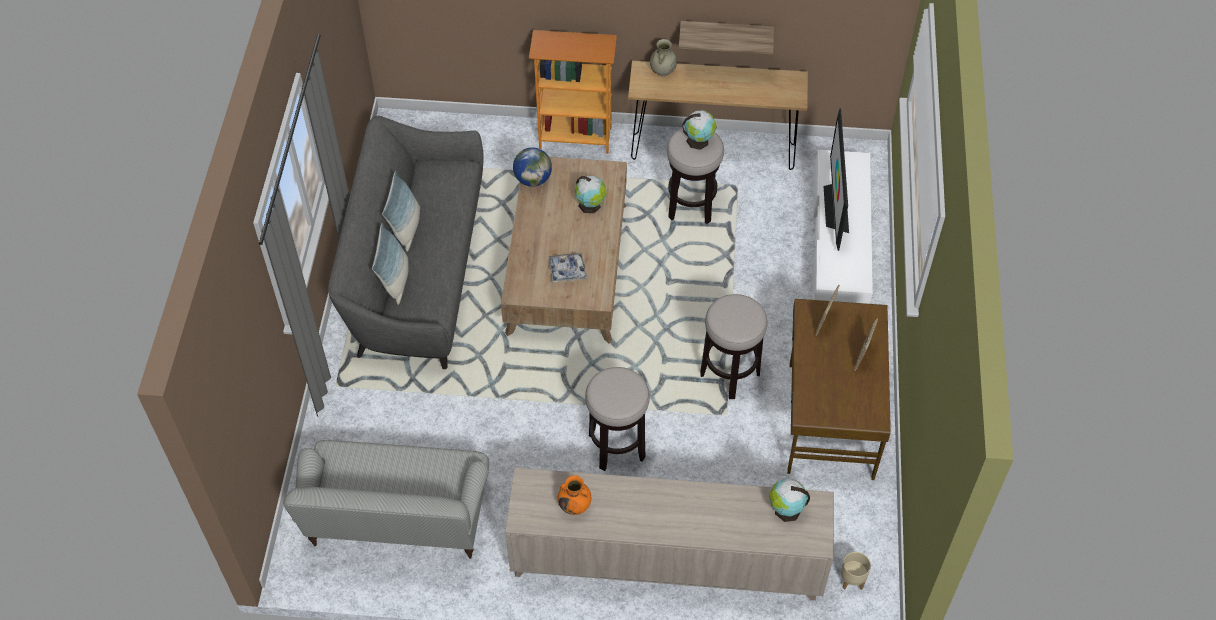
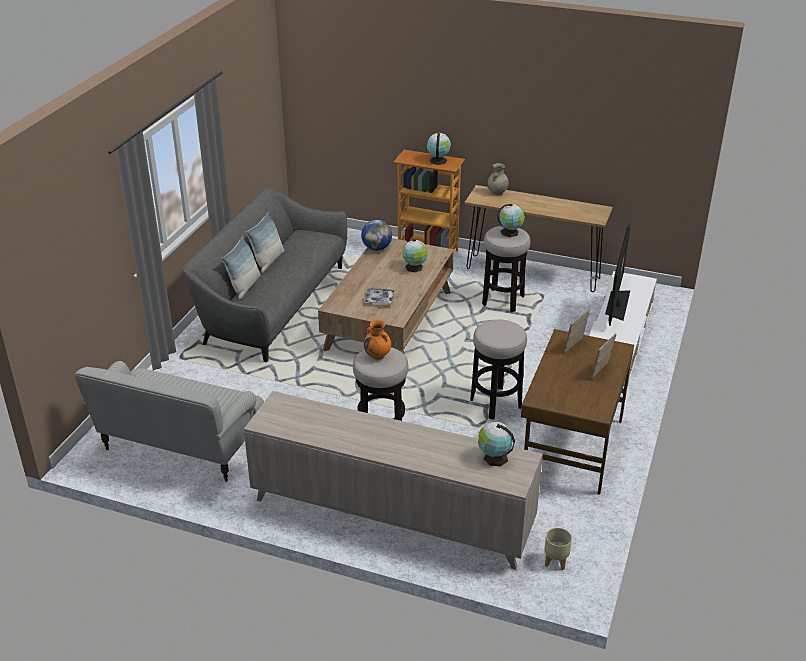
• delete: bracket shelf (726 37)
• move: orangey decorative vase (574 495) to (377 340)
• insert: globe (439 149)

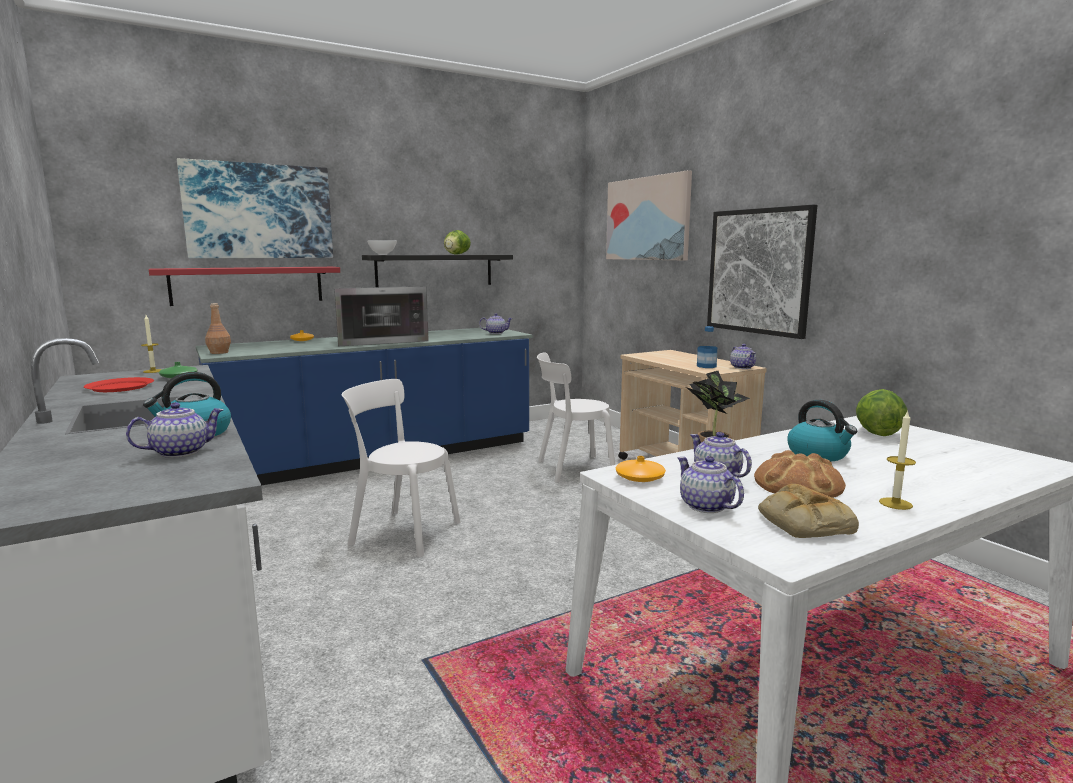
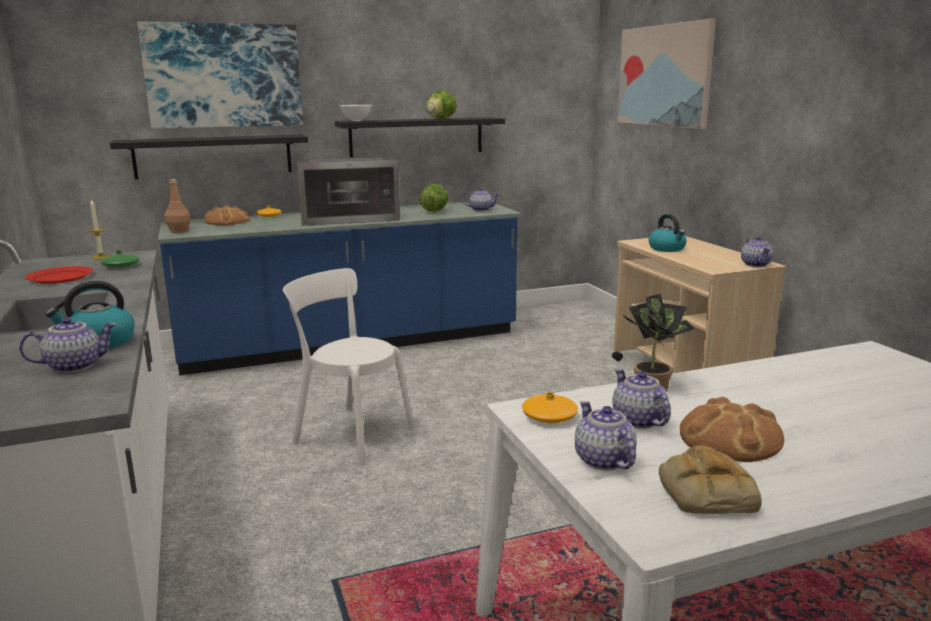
• delete: picture (762 272)
• recolor: red bracket shelf (244 286) to black-coloured bracket shelf (209 157)
• delete: drink bottle (707 347)
• delete: whitish chair (576 417)
• move: lettuce (881 412) to (434 198)
• move: water kettle (822 430) to (668 233)
• delete: candle (897 460)
• insert: baked bread (227 215)

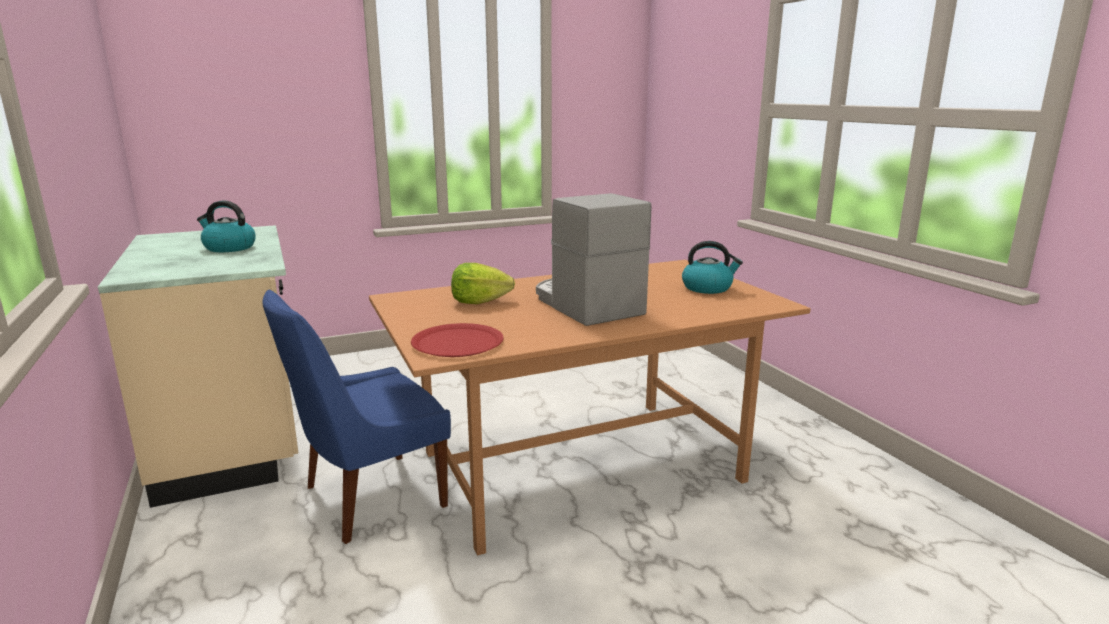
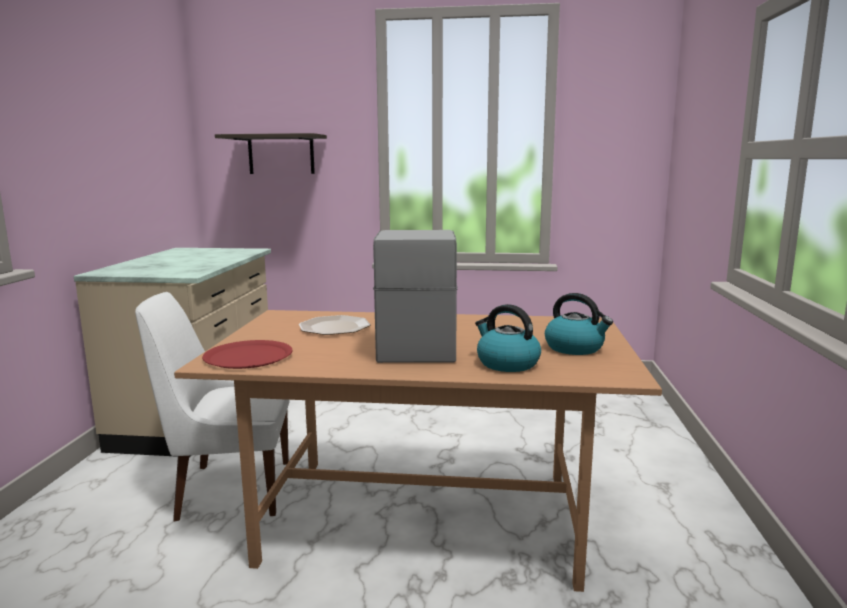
• move: water kettle (226 226) to (508 338)
• replace: lettuce (483 283) to plate (335 325)
• recolor: bluish chair (356 416) to whitish chair (212 406)
• insert: bracket shelf (271 153)

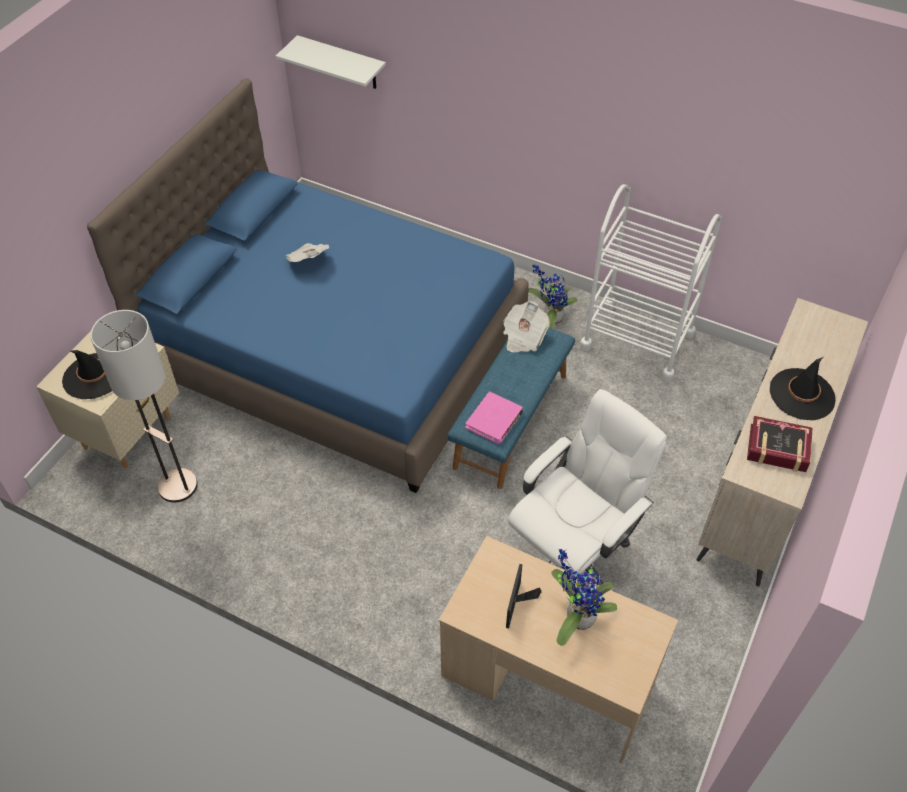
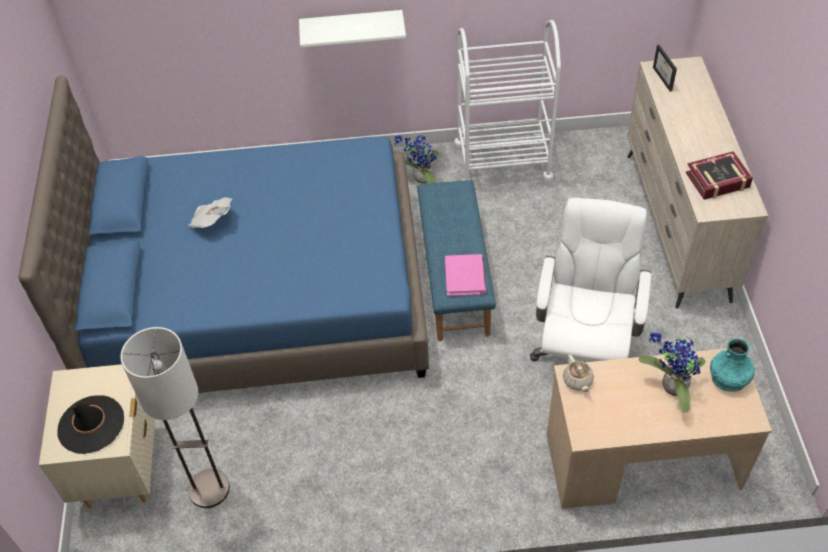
• move: whitish bracket shelf (331 62) to (352 28)
• delete: printed paper (526 326)
• delete: black-coloured clothing hat (803 388)
• move: photo frame (524 596) to (665 68)
• insert: turquoise decorative vase (732 365)
• insert: beige-coloured tea pot (578 373)

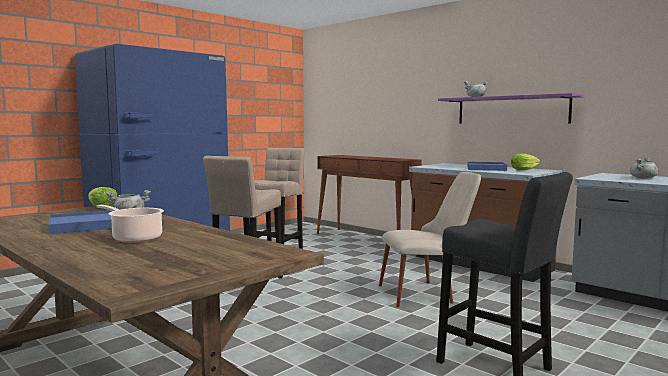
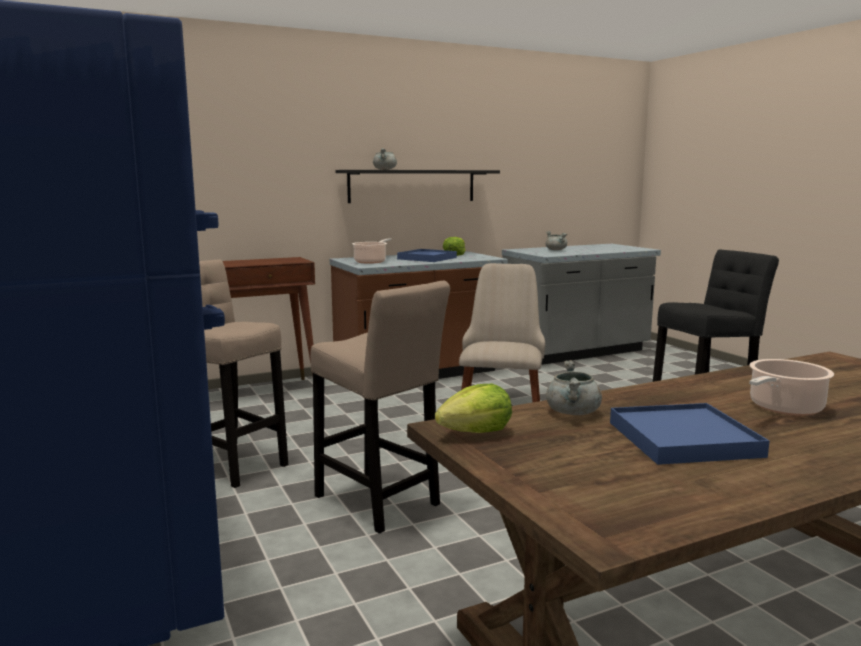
• recolor: purple-coloured bracket shelf (511 108) to black-coloured bracket shelf (417 186)
• insert: cooking pot (371 251)

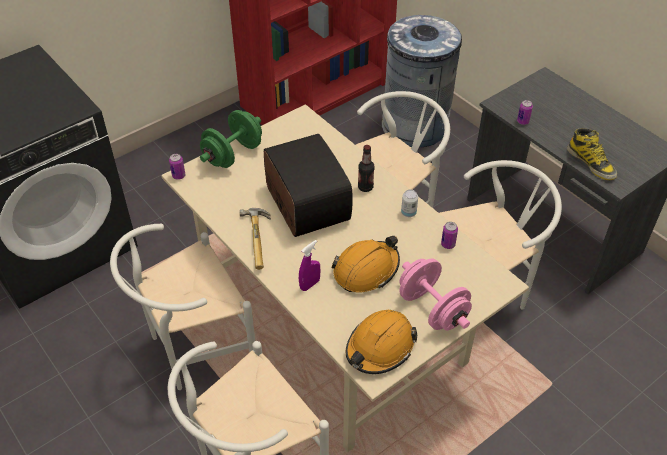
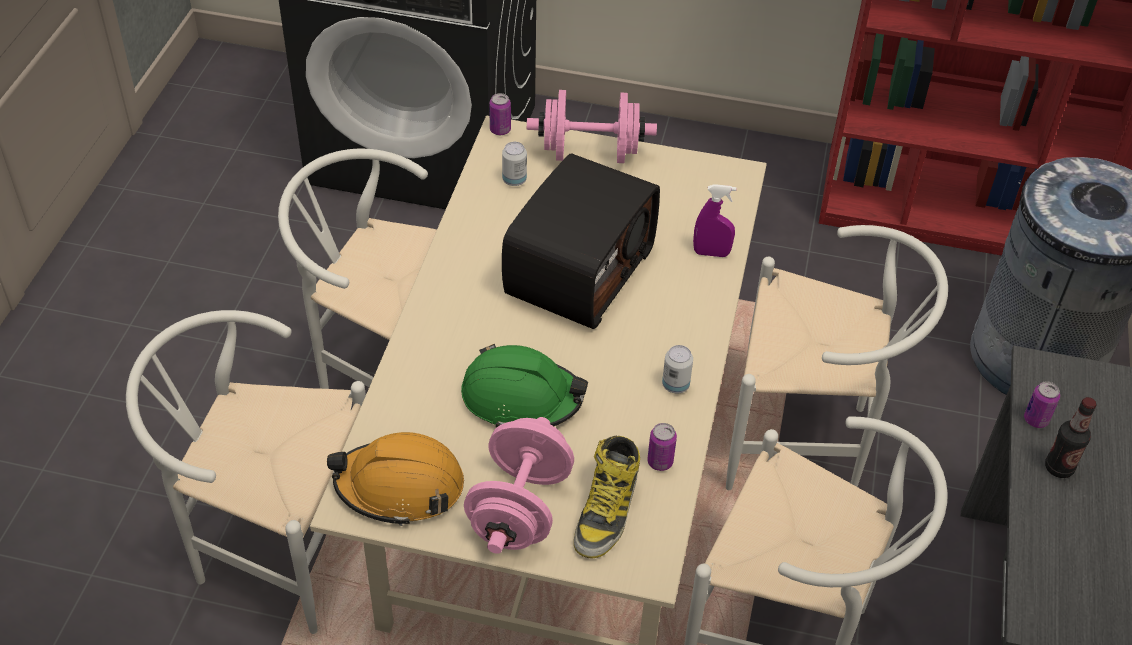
• recolor: green dumbbell (231 139) to pink dumbbell (592 126)
• move: high-top boot (592 154) to (607 497)
• move: drink bottle (366 168) to (1071 437)
• delete: tool hammer (255 239)
• recolor: orangey safety helmet (365 264) to green safety helmet (524 385)
• move: purple-coloured hand sprayer (309 265) to (714 220)
• insert: can (514 164)

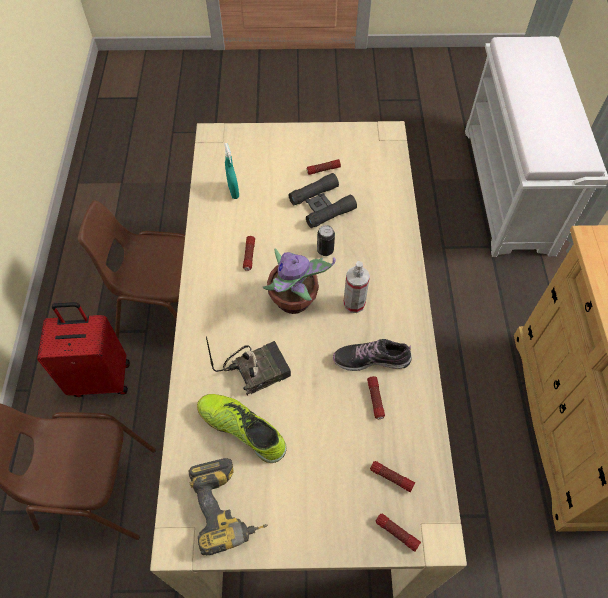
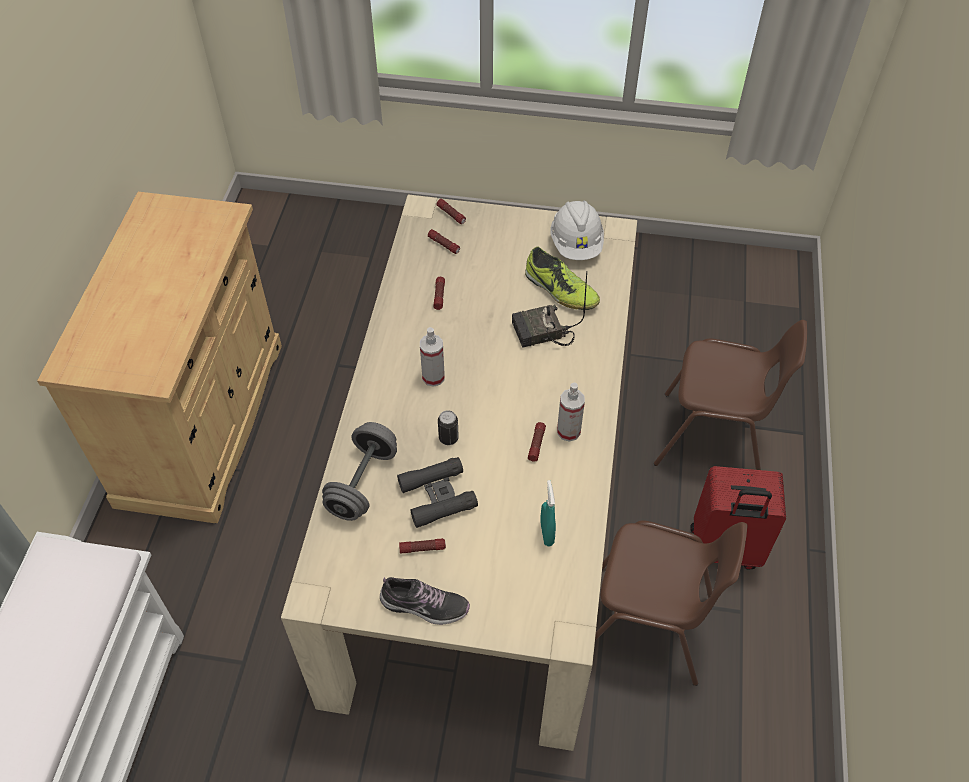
• delete: potted plant (299 281)
• move: shoe (372 355) to (425 601)
• replace: drill (228 506) to whitish safety helmet (577 230)
• insert: hand sprayer (571 412)
• insert: greyish dumbbell (359 471)

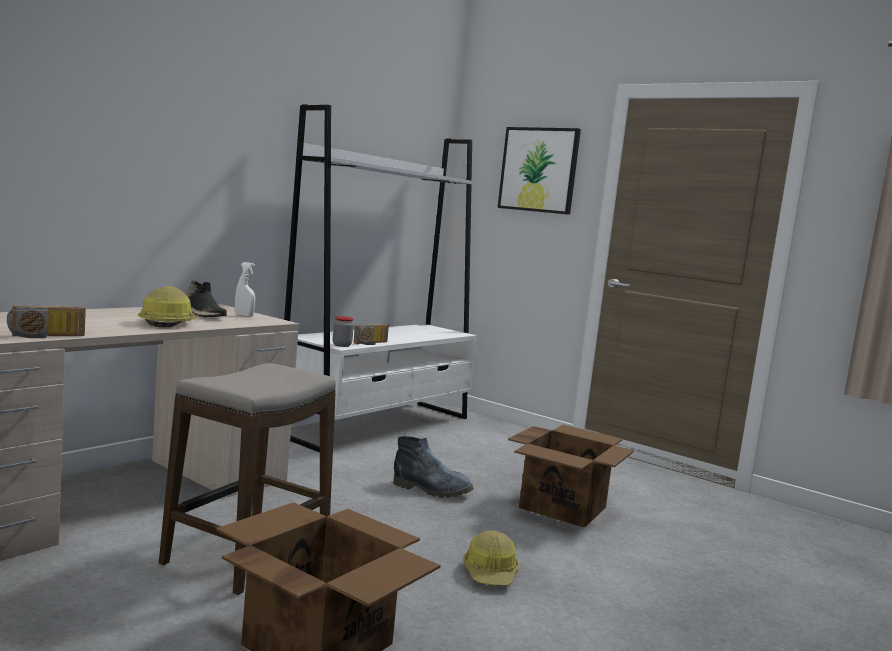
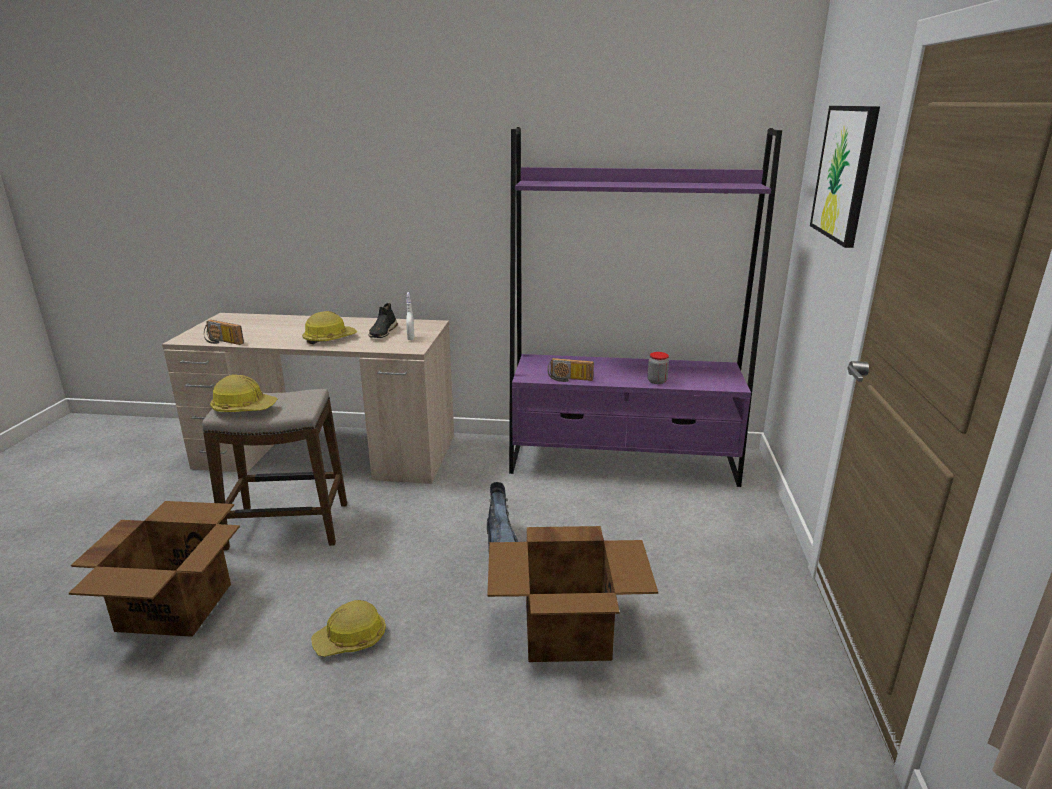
• recolor: whitish bookshelf (380 278) to purple-coloured bookshelf (645 307)
• move: jar (343 331) to (658 368)
• insert: safety helmet (243 393)

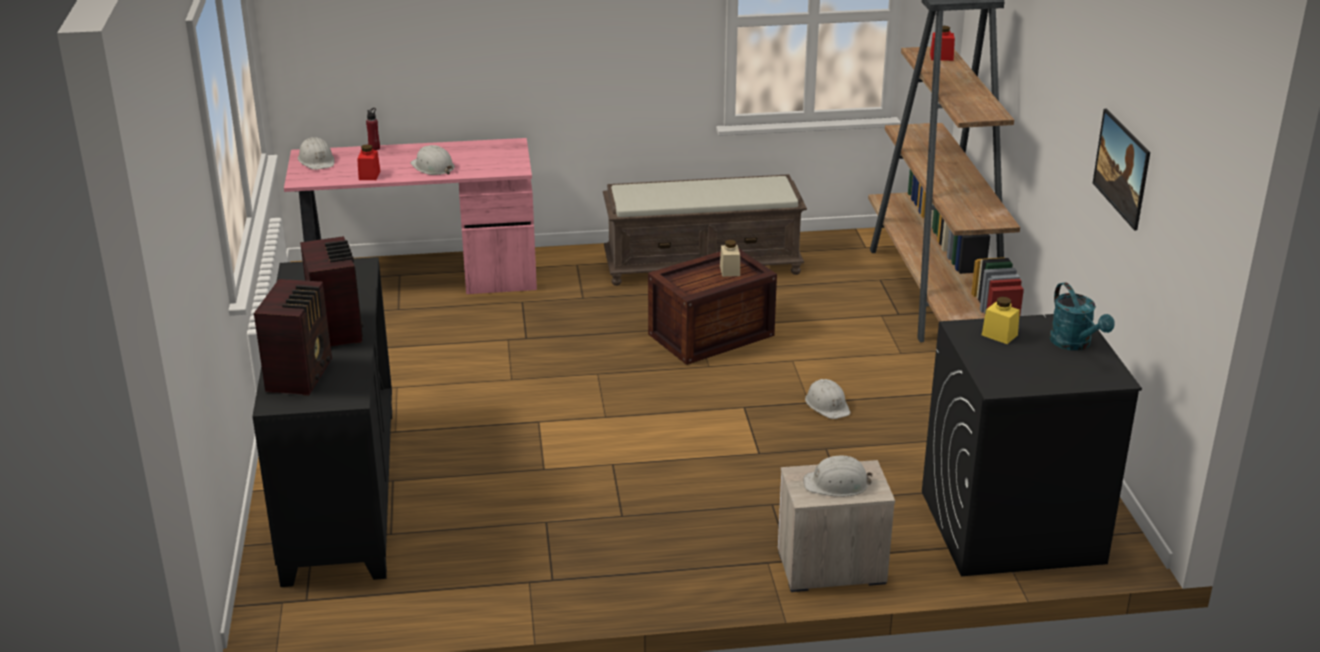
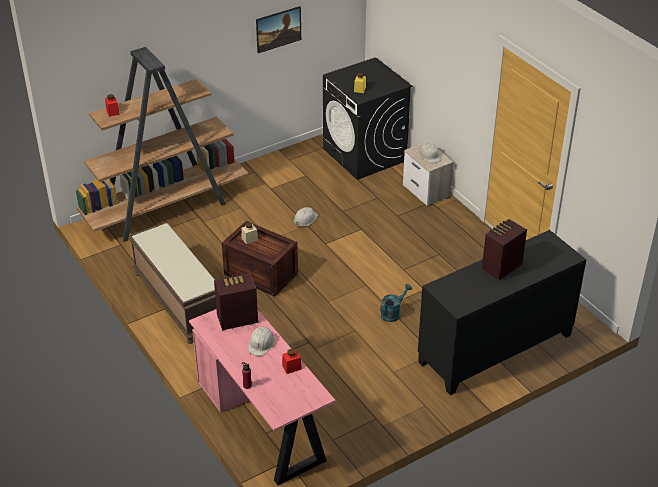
• delete: whitish safety helmet (316 153)
• move: radio set (293 337) to (236 301)
• move: turquoise watering can (1082 316) to (396 303)

